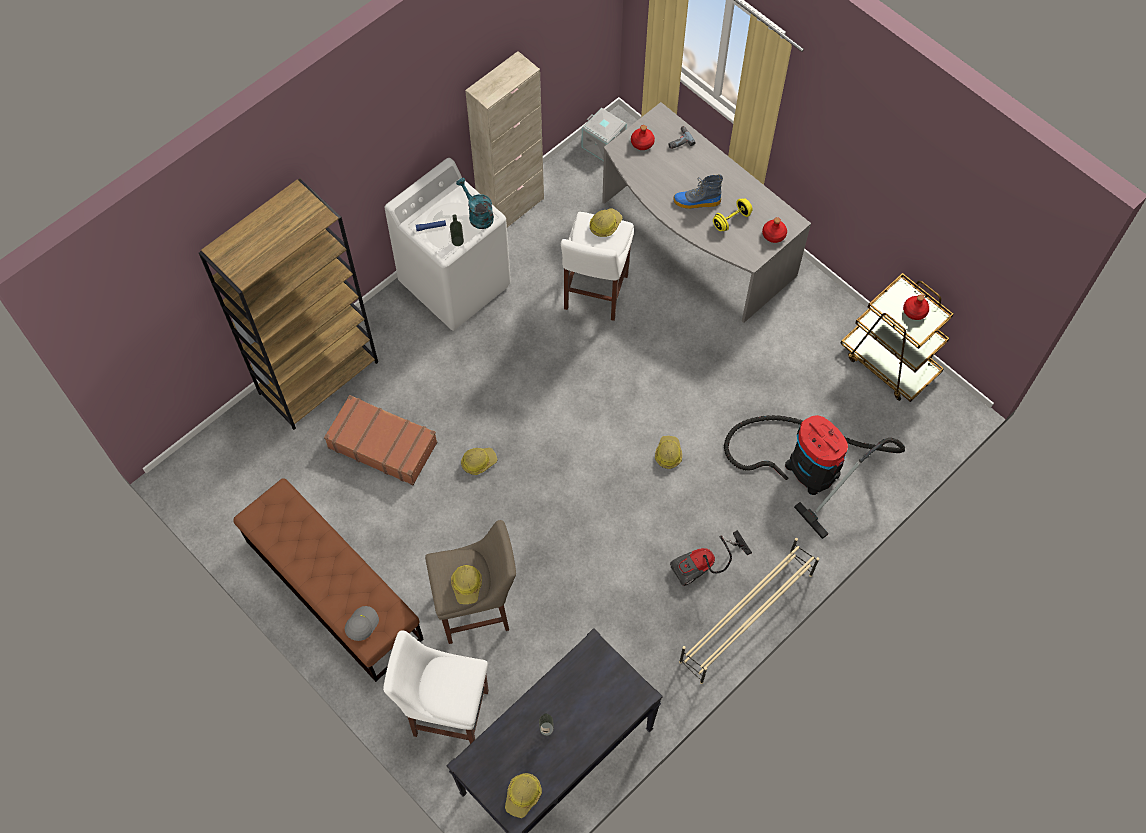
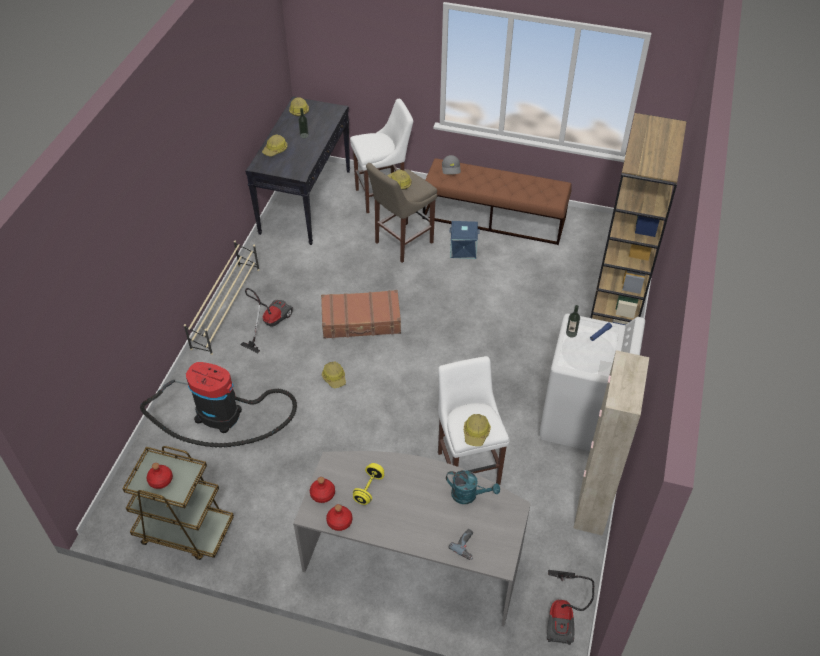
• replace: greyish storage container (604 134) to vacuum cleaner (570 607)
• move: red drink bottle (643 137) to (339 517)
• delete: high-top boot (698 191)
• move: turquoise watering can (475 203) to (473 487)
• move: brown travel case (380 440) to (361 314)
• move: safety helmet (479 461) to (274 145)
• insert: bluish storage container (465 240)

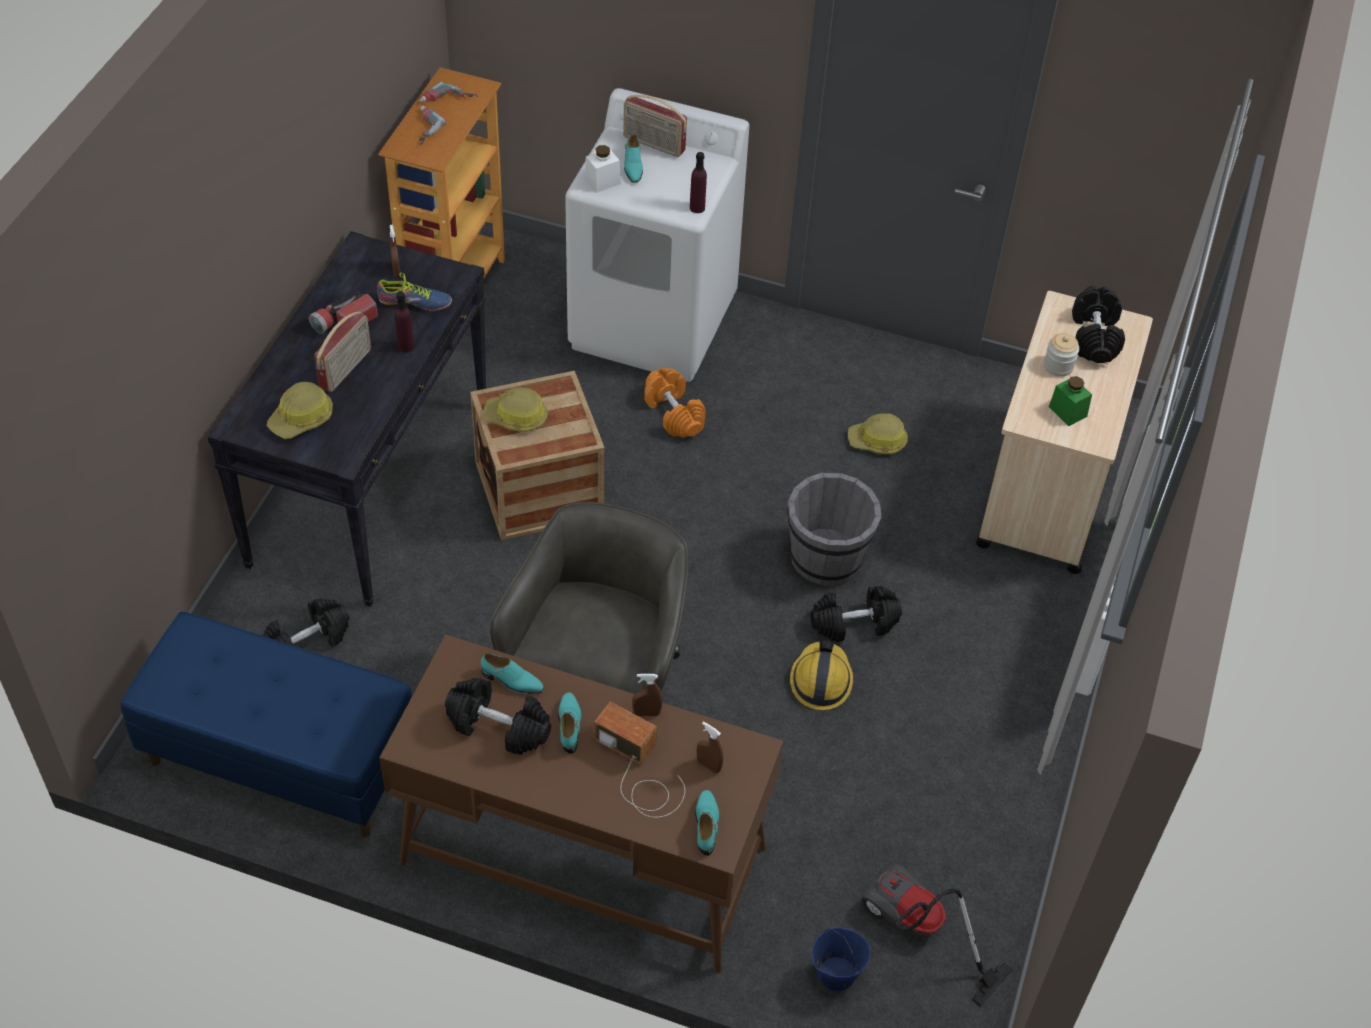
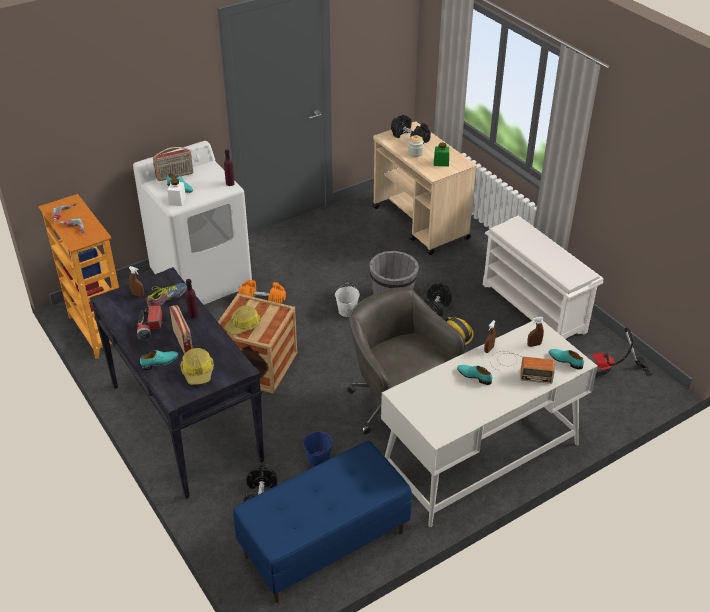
• delete: safety helmet (878 433)
• recolor: brown desk unit (581 803) to whitish desk unit (489 423)
• move: turquoise shoe (512 673) to (159 360)
• delete: black-coloured dumbbell (498 716)
• rotate: radio set (639 760) = (522 367) 150 degrees counterclockwise
• move: bluish water bucket (841 959) to (318 449)
• insert: whitish shoe rack (543 277)
• insert: whitish water bucket (347 300)

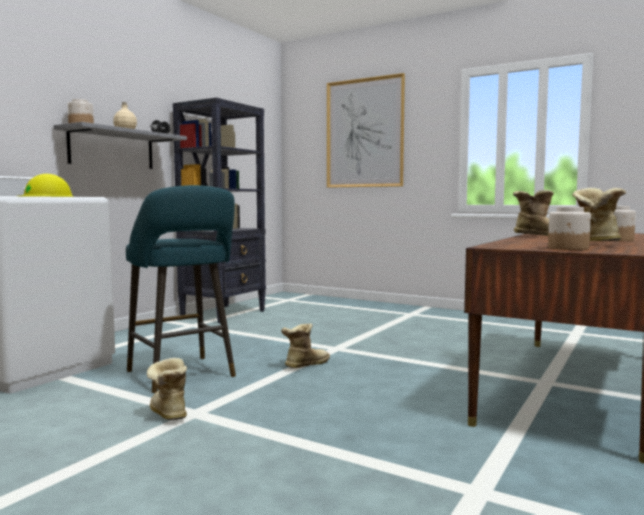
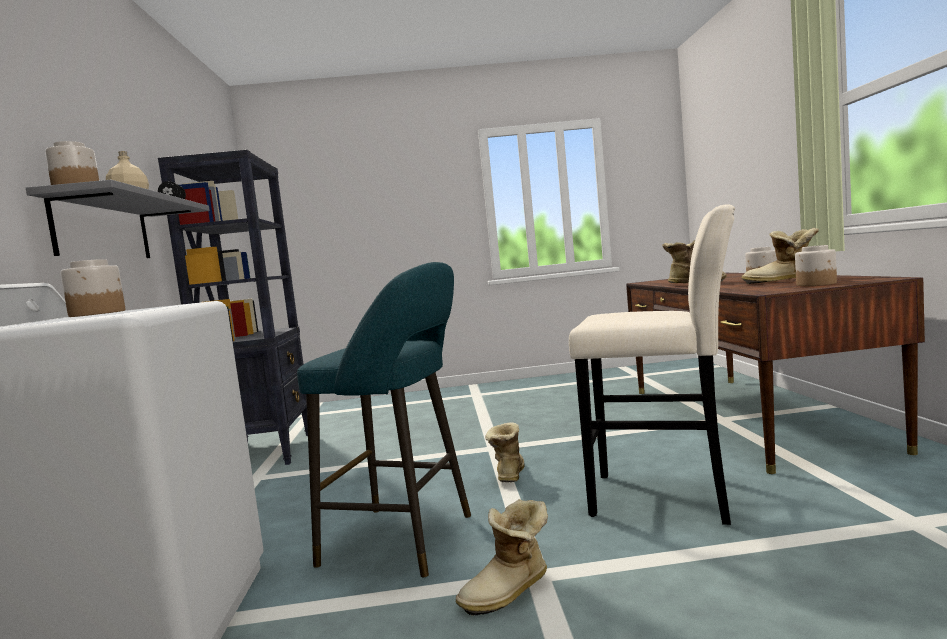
• delete: picture (366 130)
• replace: yellow-coloured safety helmet (46 185) to jar (92 288)
• rotate: high-top boot (167 389) = (502 557) 60 degrees counterclockwise
• insert: beige-coloured stool (652 364)

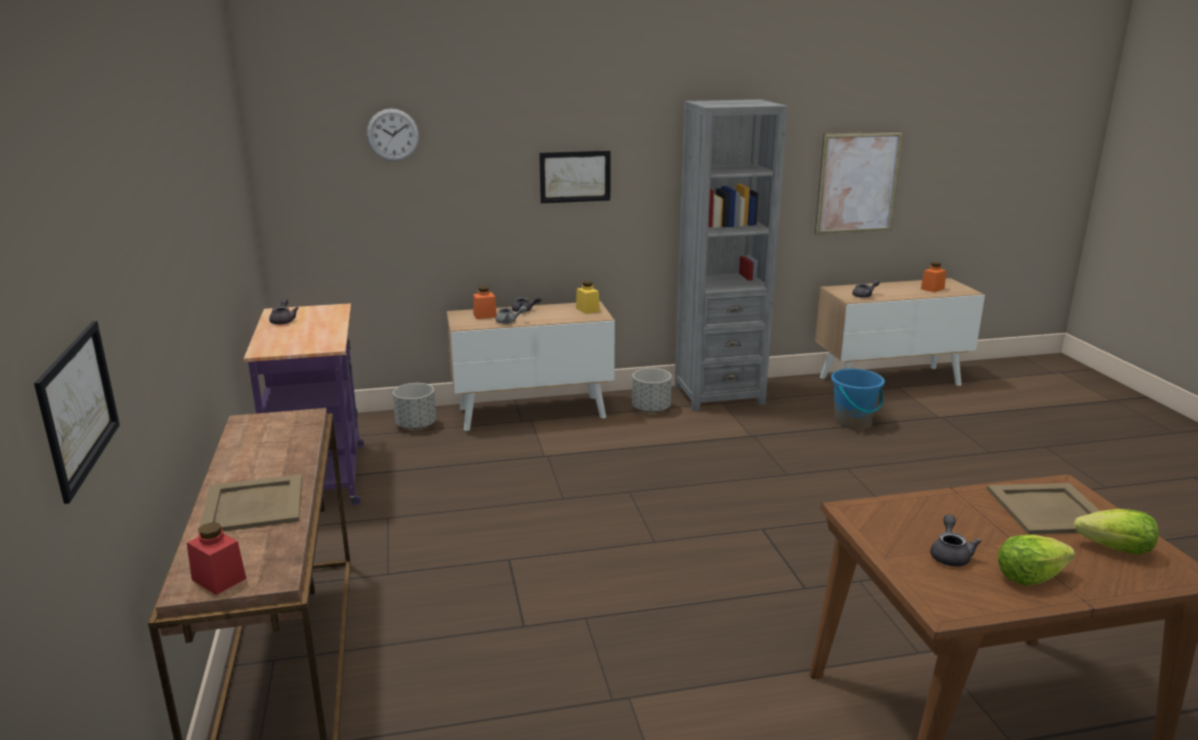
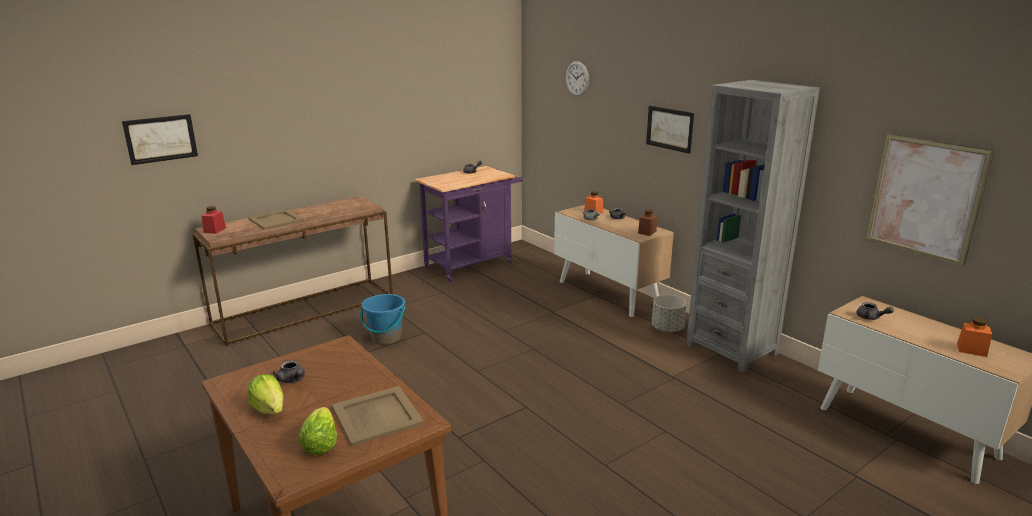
• recolor: yellow-coloured jar (588 297) to brown jar (647 223)
• move: bluish water bucket (858 399) to (382 319)
• delete: greyish planter (414 406)
• rotate: greyish tea pot (956 540) = (289 371) 60 degrees clockwise

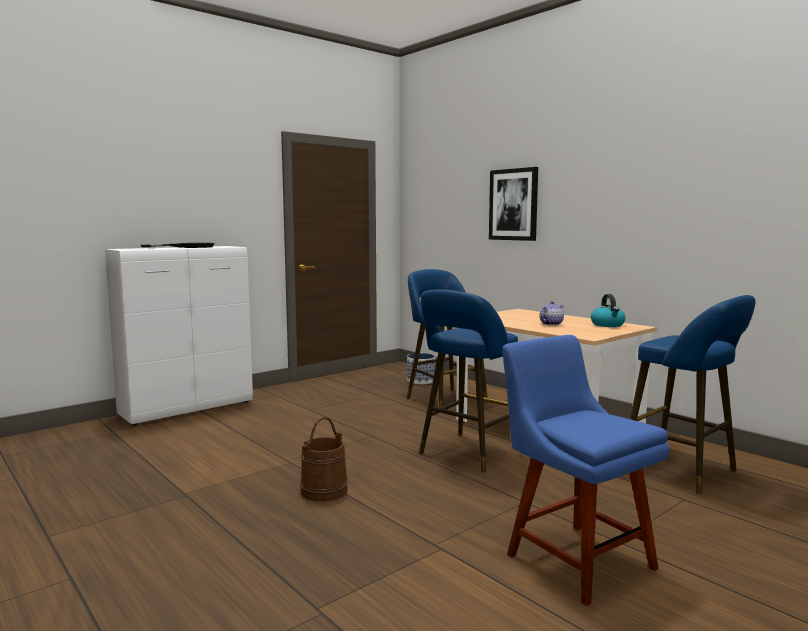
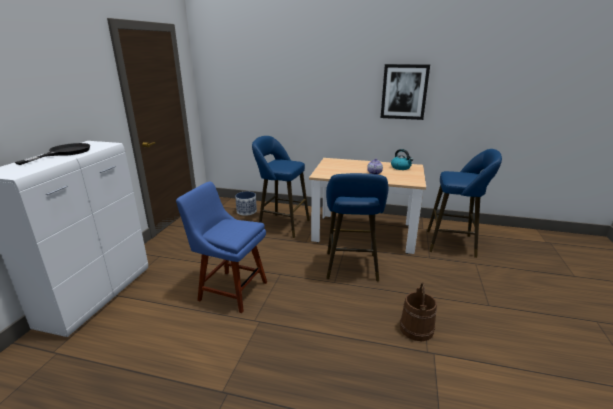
• move: picture (513 204) to (405 92)
• move: bluish chair (586 470) to (221 247)
• move: brown water bucket (324 459) to (418 312)

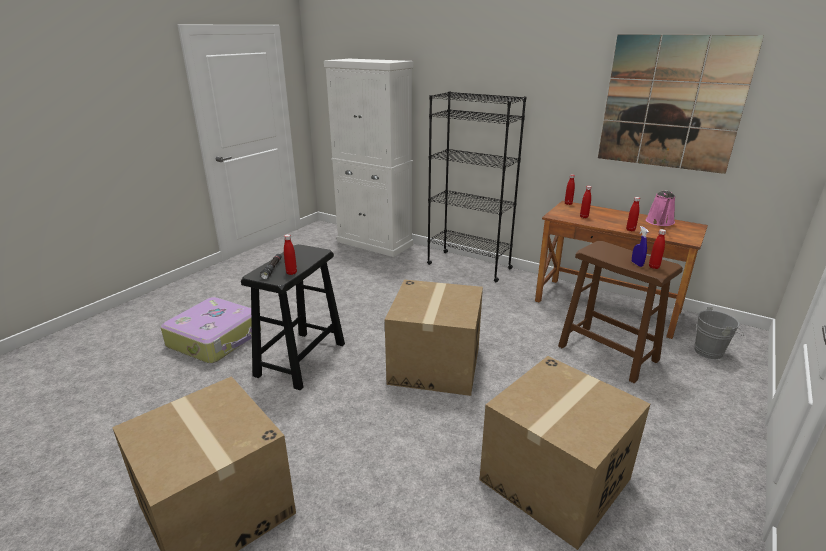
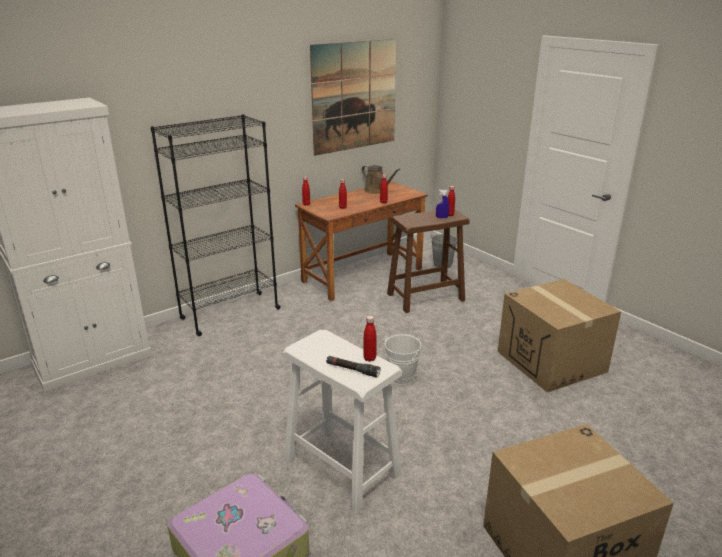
• recolor: pink watering can (660 208) to brown watering can (381 179)
• recolor: black-coloured stool (293 317) to whitish stool (342 421)
• replace: cardboard box (434 338) to whitish water bucket (401 359)

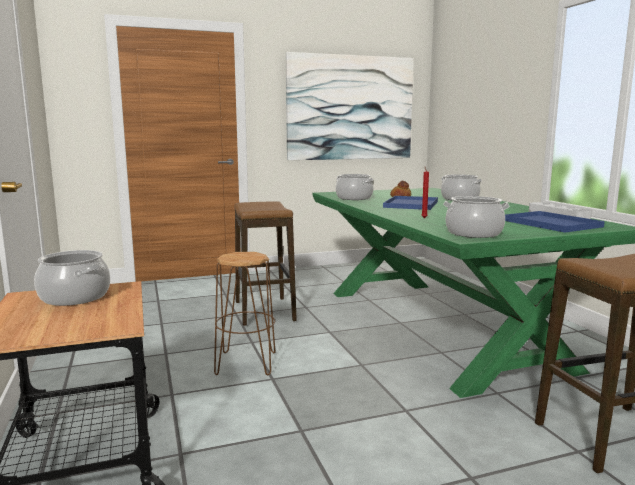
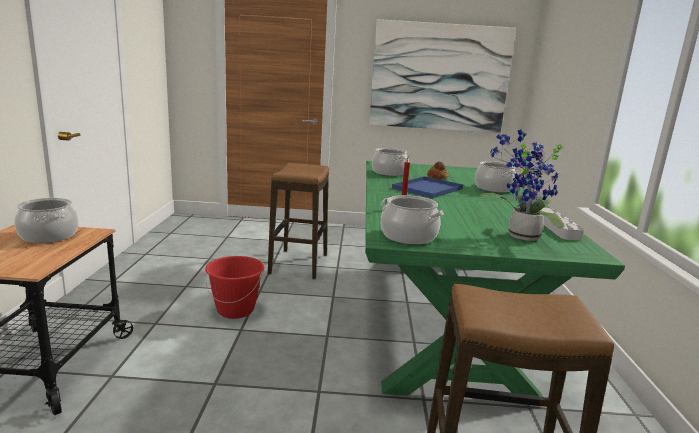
• replace: bluish tray (555 222) to potted plant (522 185)
• replace: brown stool (245 313) to red water bucket (234 287)

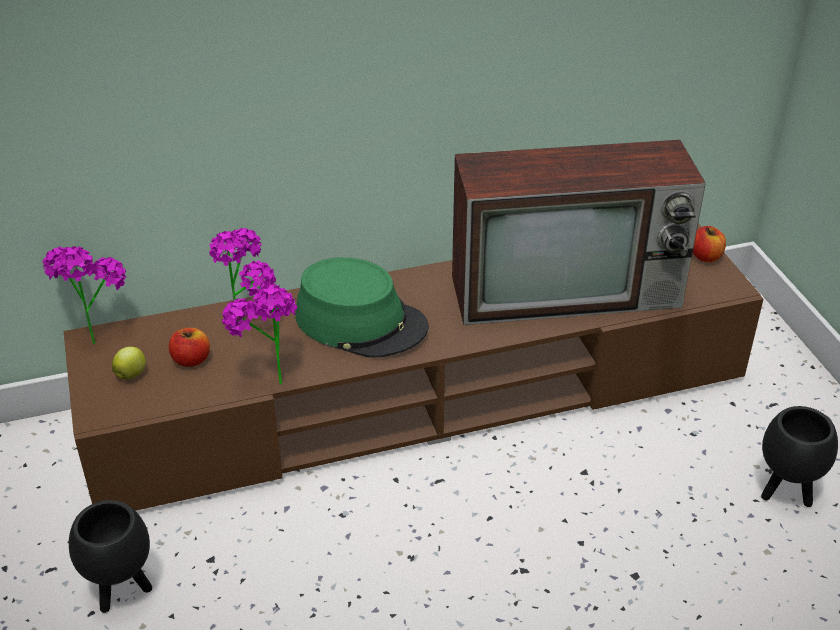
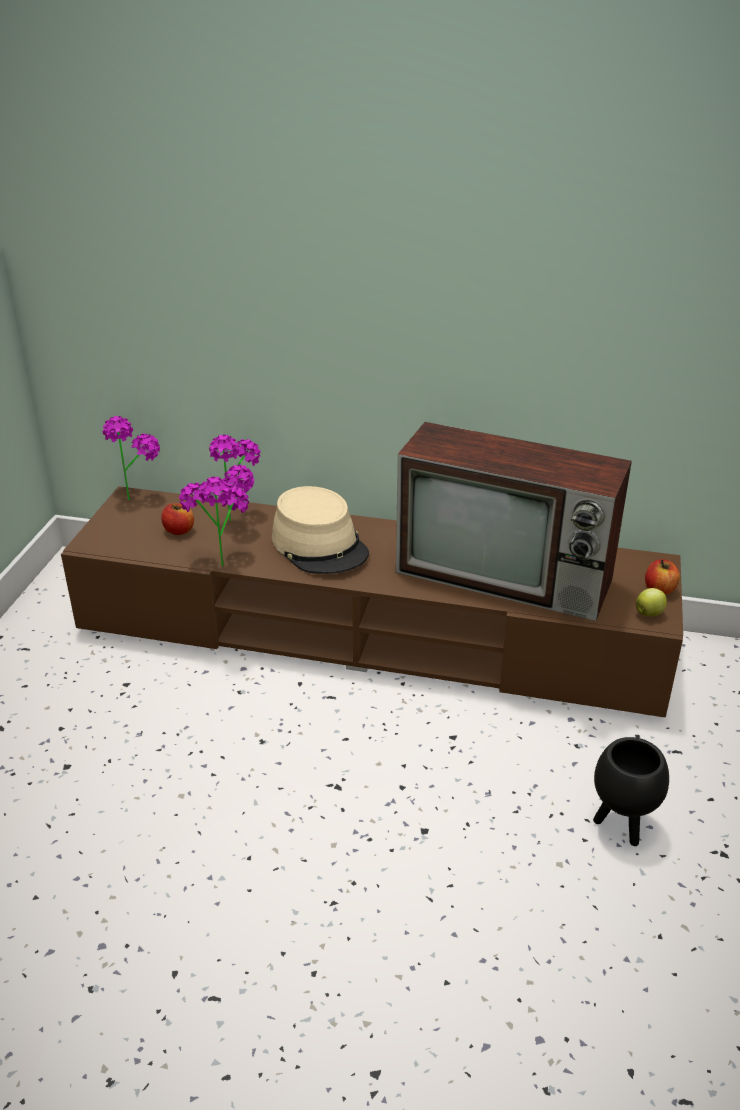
• recolor: green clothing hat (362 307) to beige-coloured clothing hat (320 530)
• move: apple (129 363) to (651 602)
• delete: black-coloured planter (110 556)

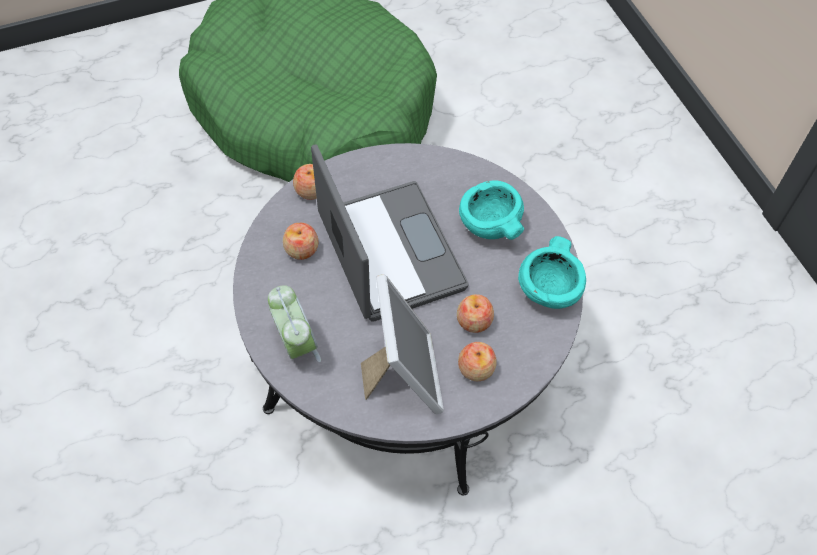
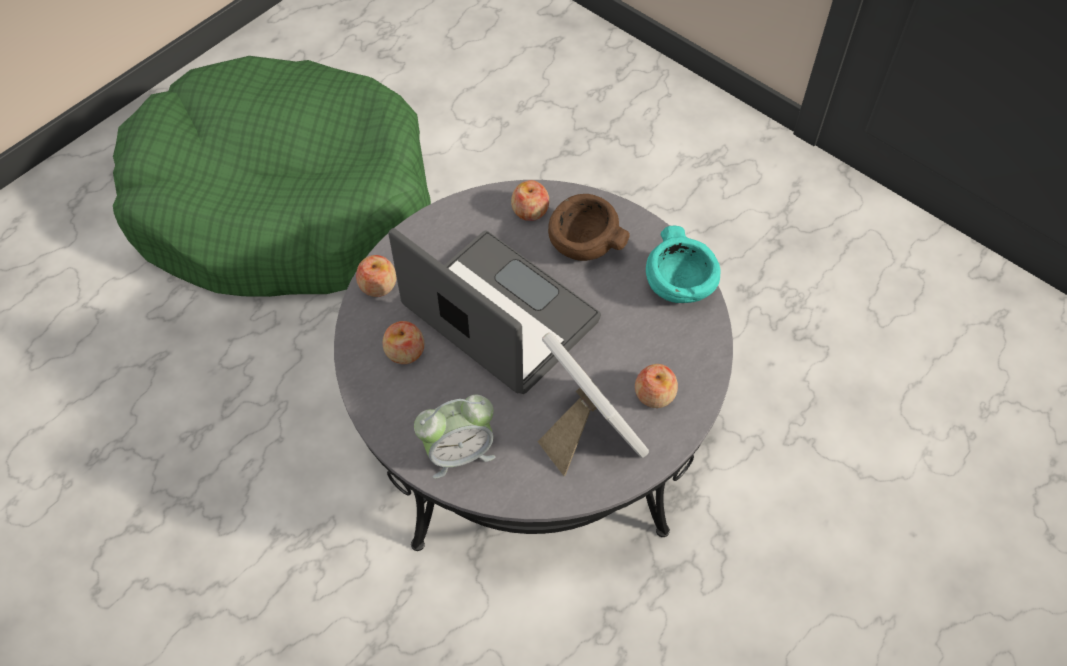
• recolor: turquoise serving bowl (491 210) to brown serving bowl (589 227)
• rotate: table clock (294 323) = (455 437) 120 degrees clockwise
• move: apple (475 313) to (530 200)

